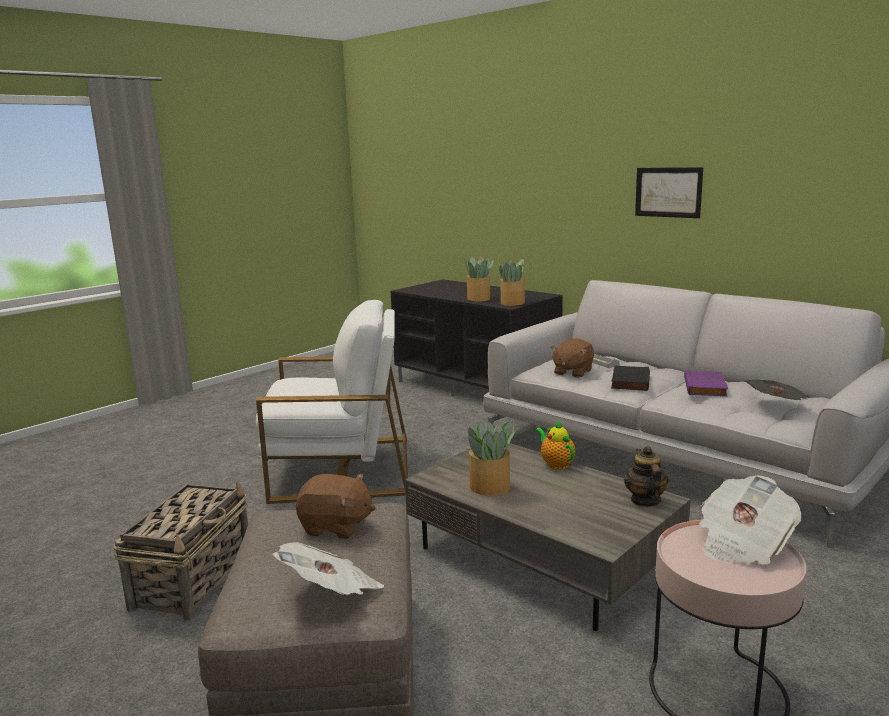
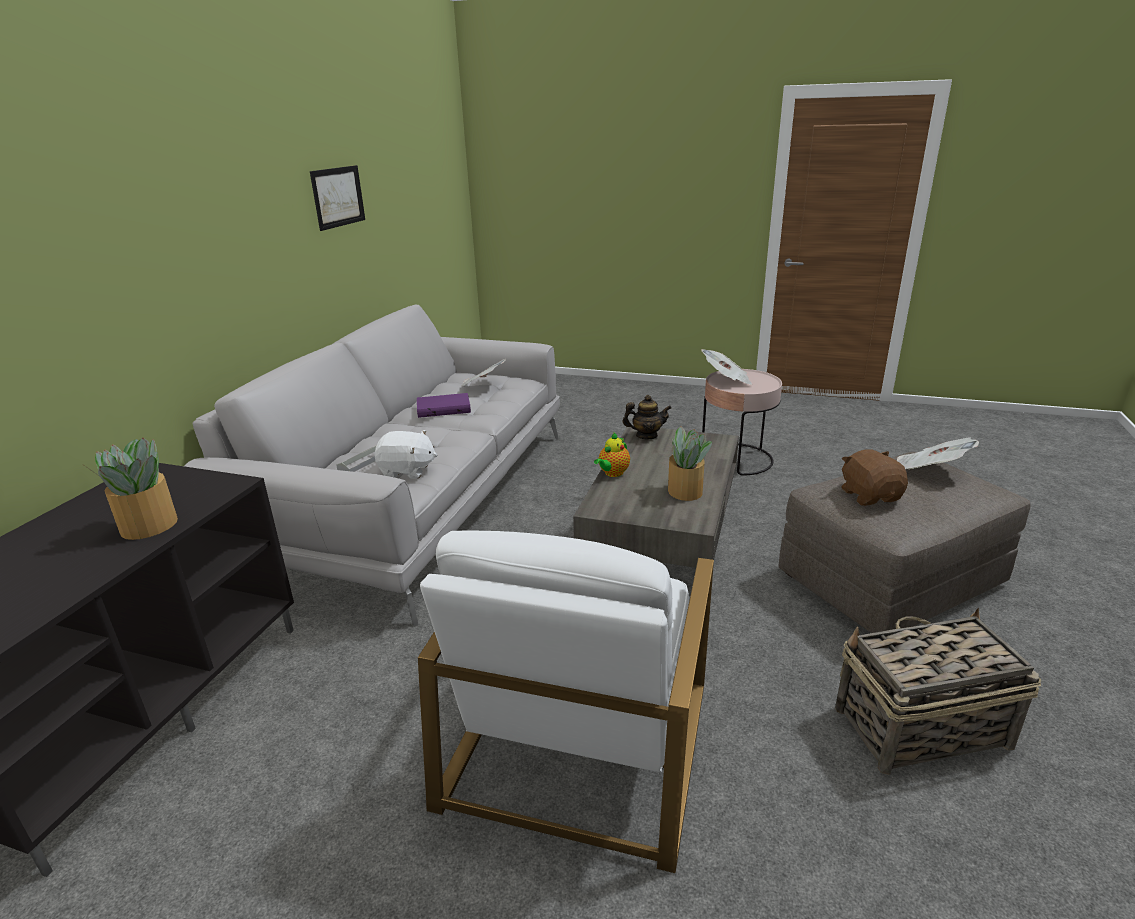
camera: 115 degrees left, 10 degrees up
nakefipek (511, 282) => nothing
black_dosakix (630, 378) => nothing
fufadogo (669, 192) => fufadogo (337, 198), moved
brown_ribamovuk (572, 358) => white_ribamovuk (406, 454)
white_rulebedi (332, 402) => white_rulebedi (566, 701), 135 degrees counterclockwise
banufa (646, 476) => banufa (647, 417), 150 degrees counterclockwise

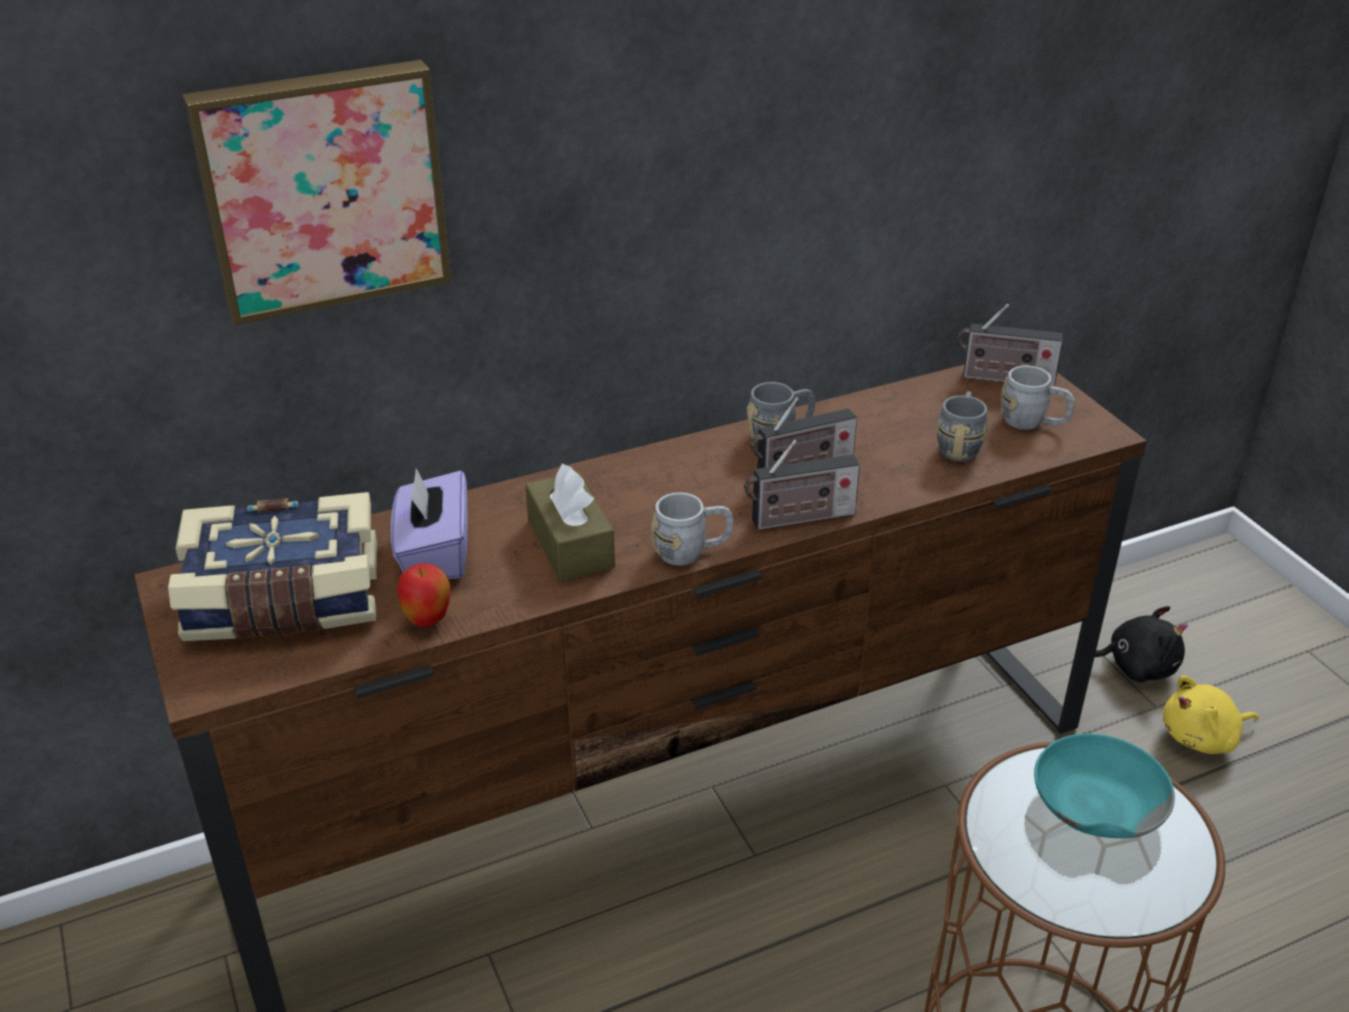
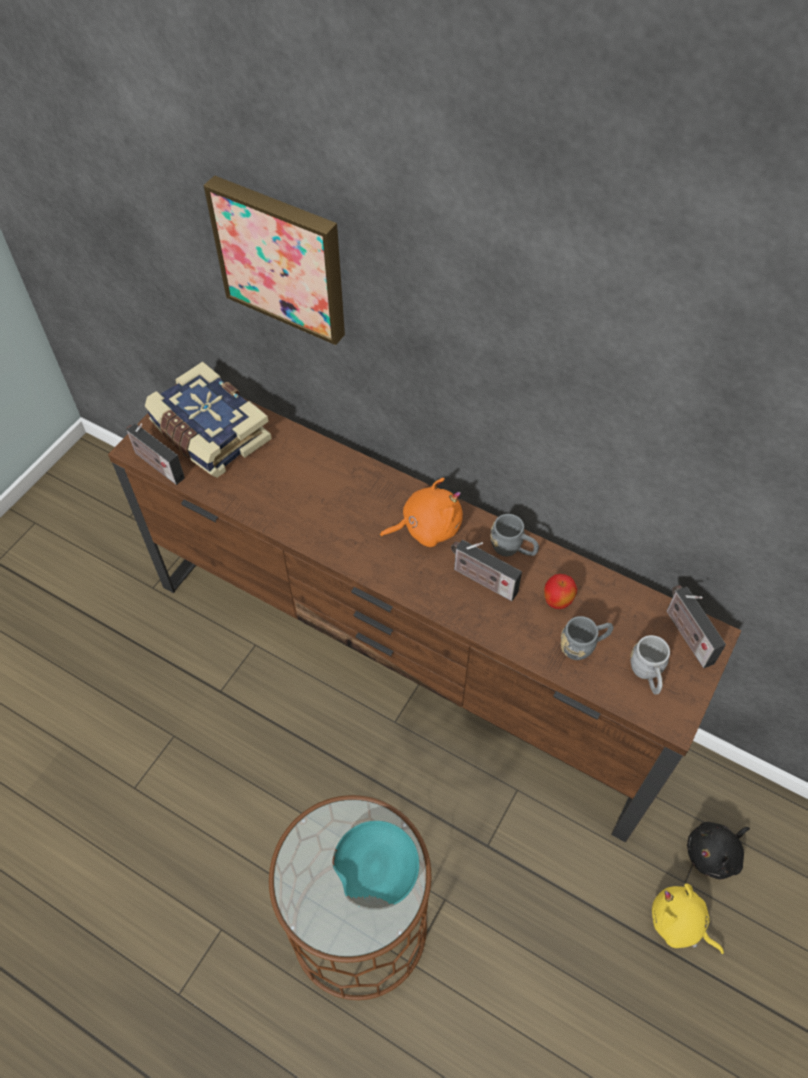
camera: 55 degrees right, 20 degrees up
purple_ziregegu (429, 523) => nothing
brown_ziregegu (570, 522) => nothing
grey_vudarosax (692, 529) => nothing
nothing => orange_ribamovuk (421, 512)
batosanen (423, 595) => batosanen (560, 591), moved
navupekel (802, 485) => navupekel (155, 454), moved
black_ribamovuk (1141, 644) => black_ribamovuk (718, 851), 90 degrees clockwise

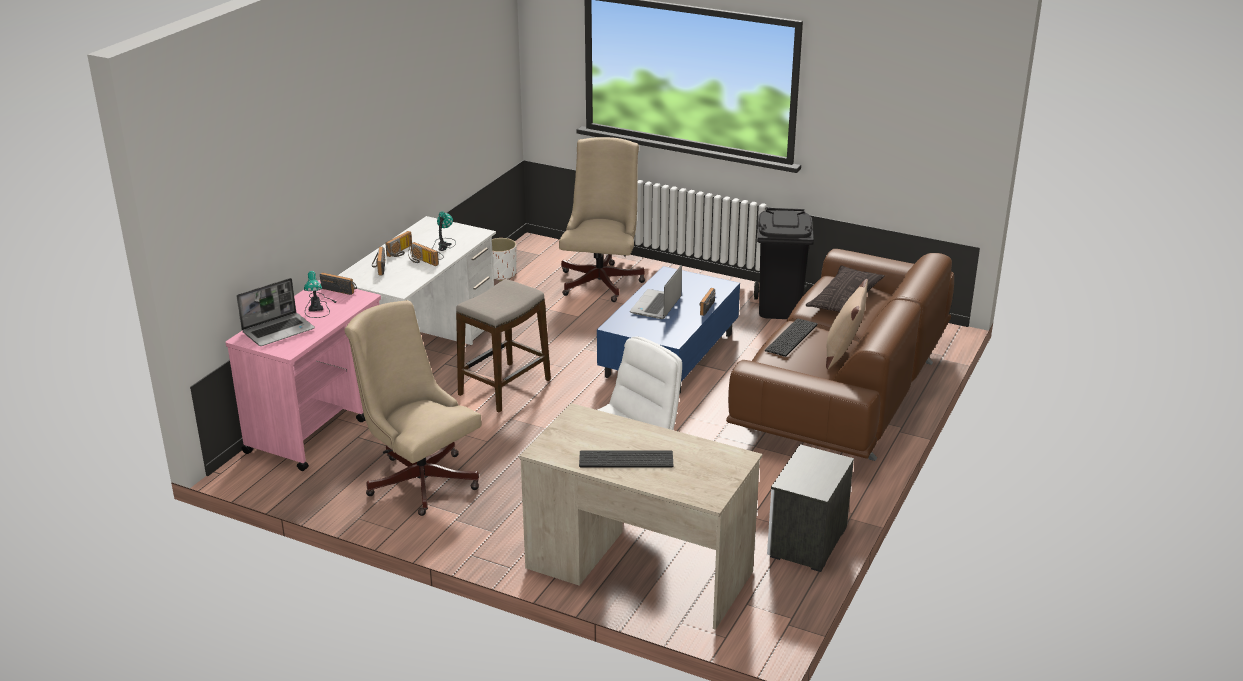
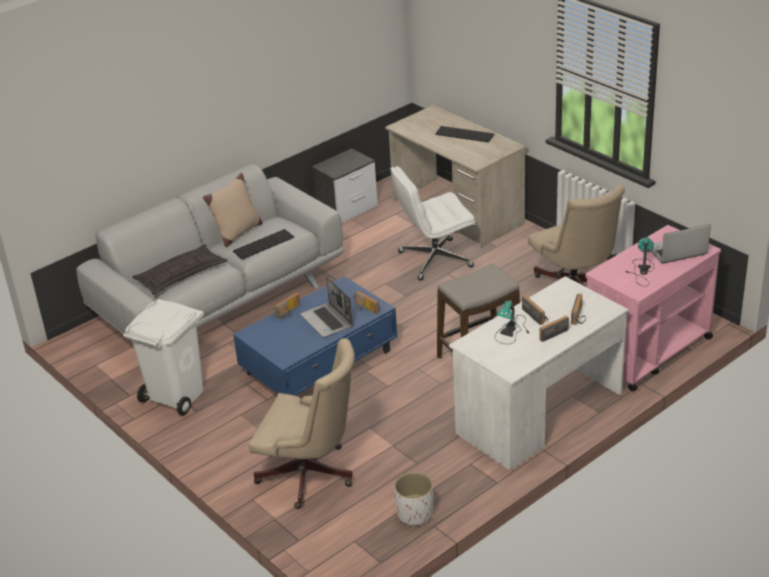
camera: 155 degrees left, 5 degrees up
navupekel (338, 283) => navupekel (365, 302), moved
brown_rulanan (840, 355) => grey_rulanan (210, 252)
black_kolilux (784, 263) => white_kolilux (163, 357)
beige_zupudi (602, 219) => beige_zupudi (301, 423), 105 degrees counterclockwise
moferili (656, 292) => moferili (326, 307), 105 degrees clockwise

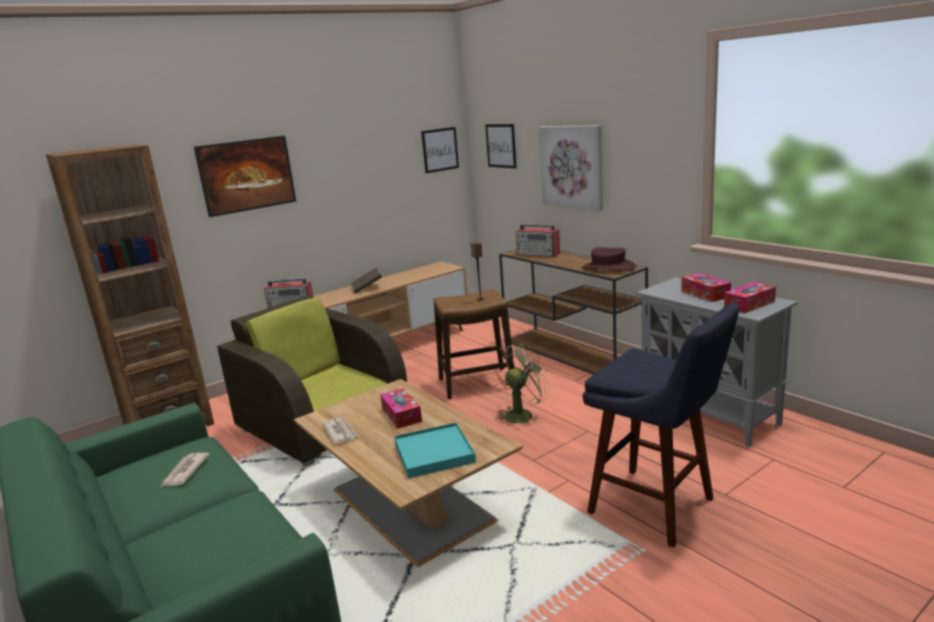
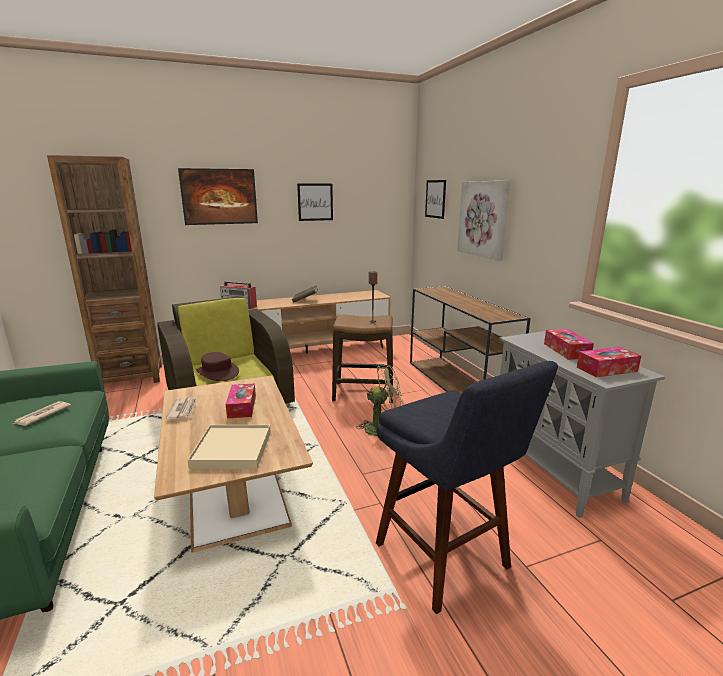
camera: 15 degrees right, 0 degrees up
navupekel (538, 240) => nothing
fufadogo (440, 150) => fufadogo (315, 202), moved
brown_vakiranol (609, 259) => brown_vakiranol (217, 366), moved
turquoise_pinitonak (435, 450) => beige_pinitonak (229, 447)

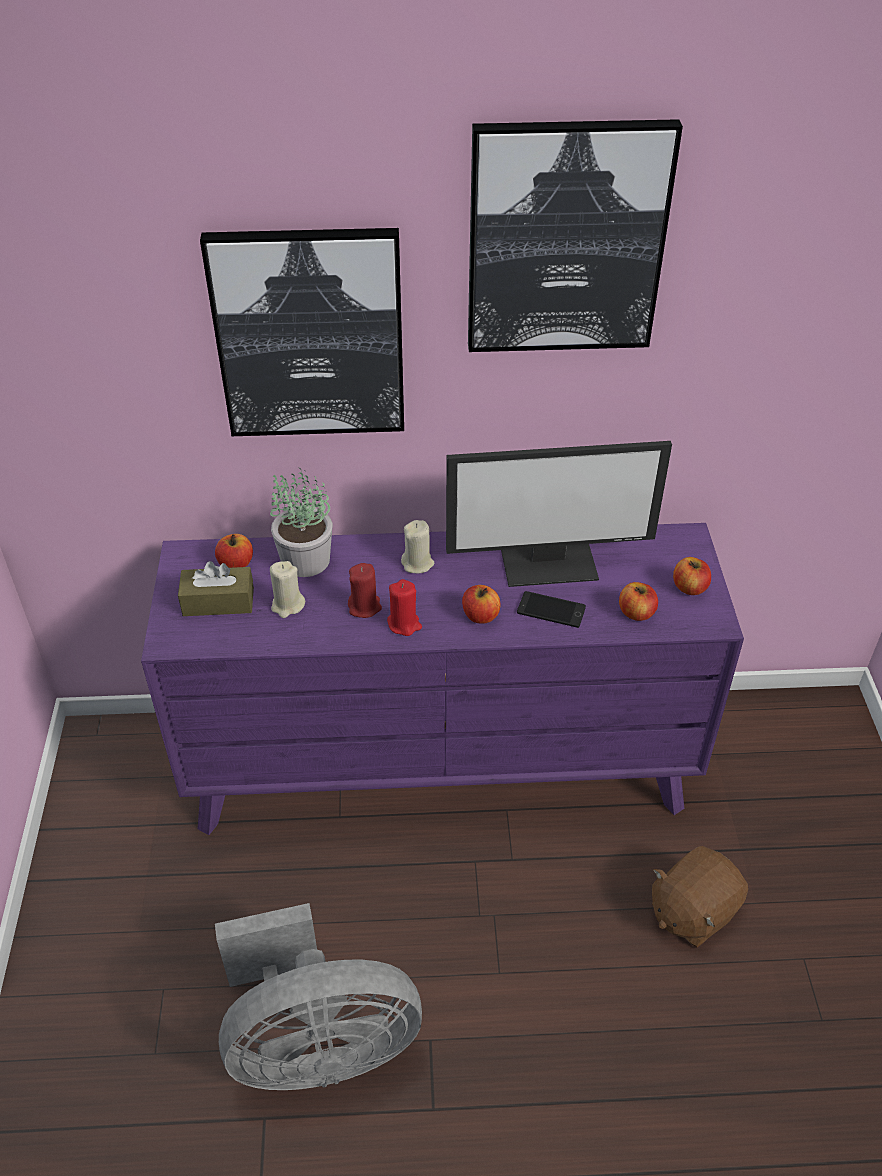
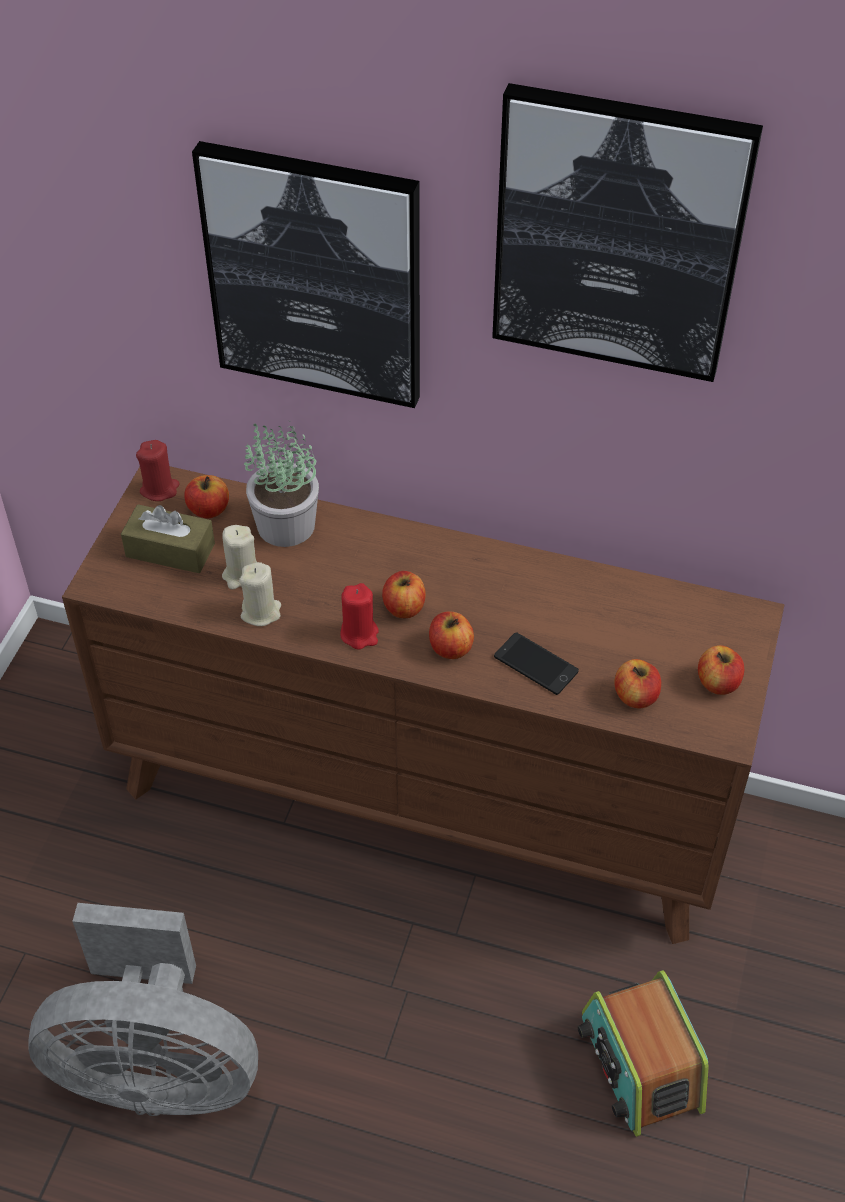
camera: 20 degrees right, 5 degrees up
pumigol (559, 514) => nothing
nothing => batosanen (404, 594)
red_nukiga (365, 590) => red_nukiga (157, 470), moved
beige_nukiga (417, 547) => beige_nukiga (260, 594), moved
brown_ribamovuk (700, 896) => navupekel (643, 1053)
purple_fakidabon (442, 679) => brown_fakidabon (423, 705)

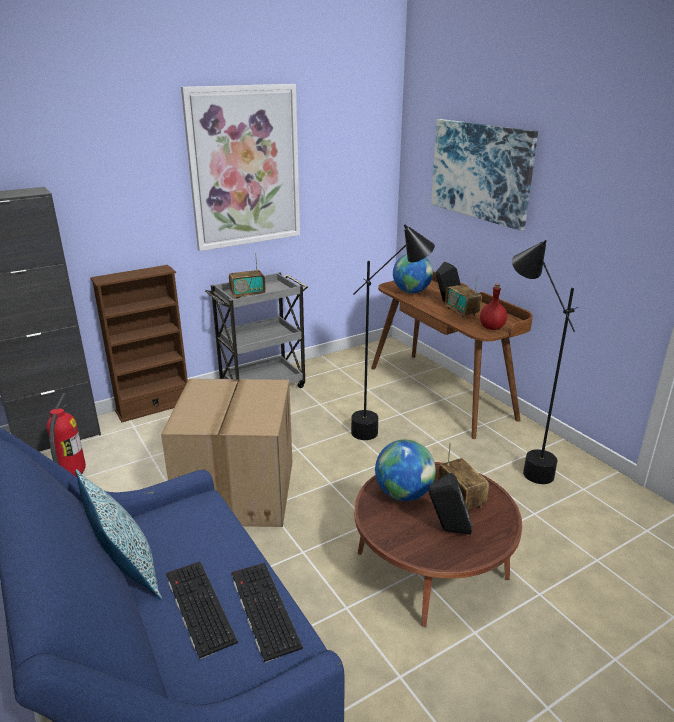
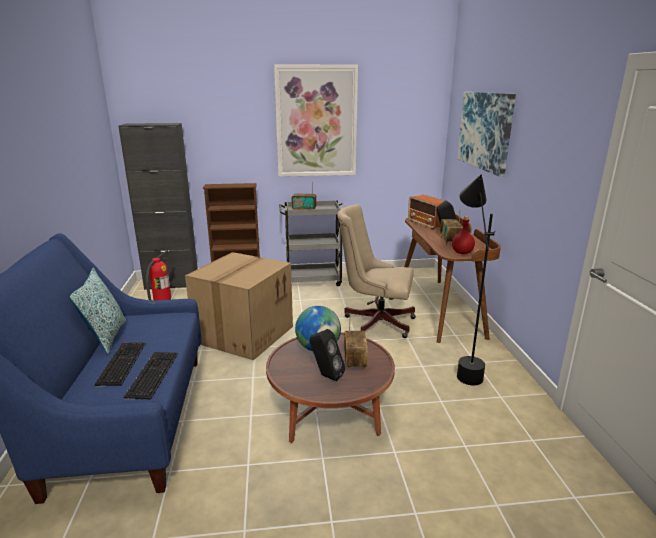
camera: 25 degrees right, 5 degrees down
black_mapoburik (393, 332) => beige_zupudi (376, 271)
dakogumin (413, 273) => navupekel (426, 212)

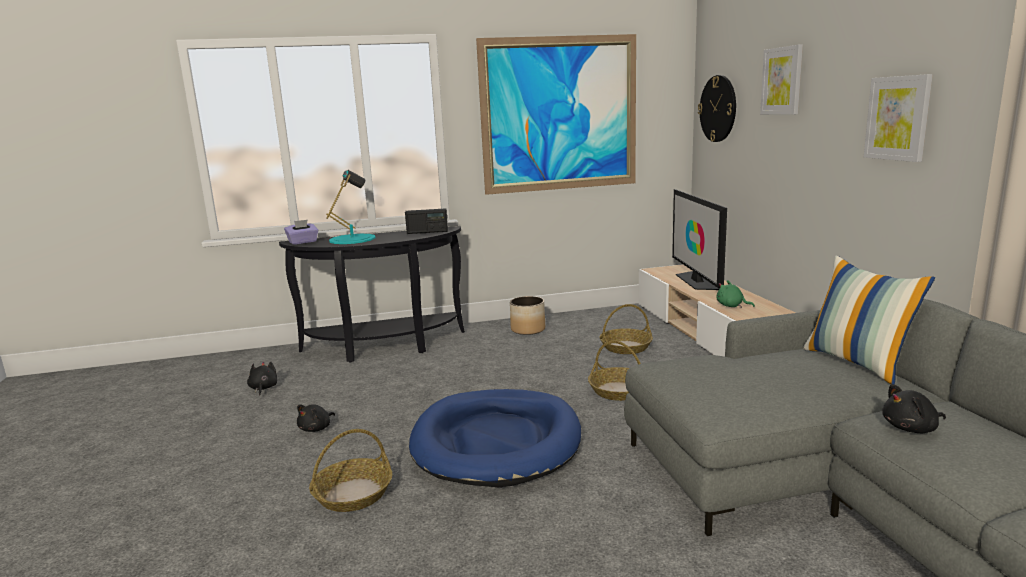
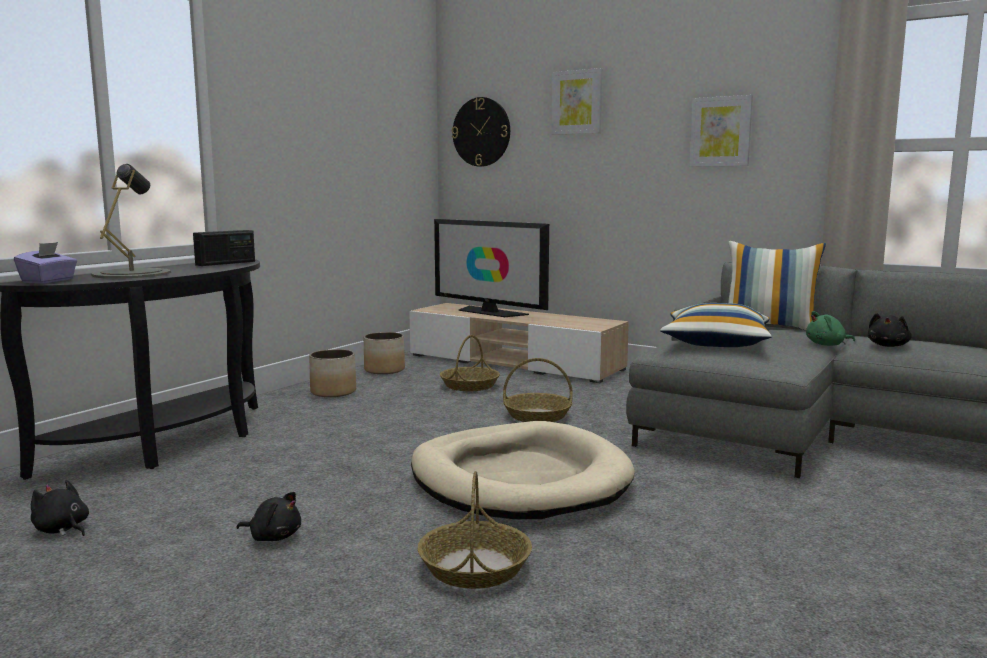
camera: 45 degrees left, 5 degrees down
fufadogo (556, 114) => nothing
nothing => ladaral (384, 353)
nothing => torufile (716, 325)
green_ribamovuk (735, 294) => green_ribamovuk (830, 328), moved
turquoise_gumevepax (351, 207) => grey_gumevepax (131, 221)
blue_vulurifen (495, 438) => beige_vulurifen (523, 470)
black_ribamovuk (316, 418) => black_ribamovuk (268, 516), 60 degrees counterclockwise

